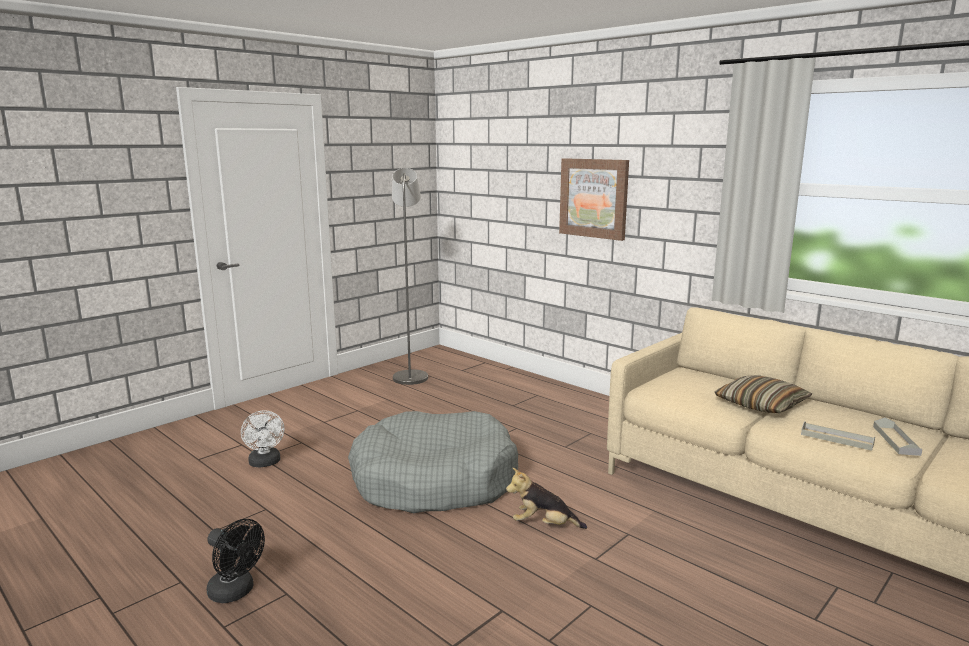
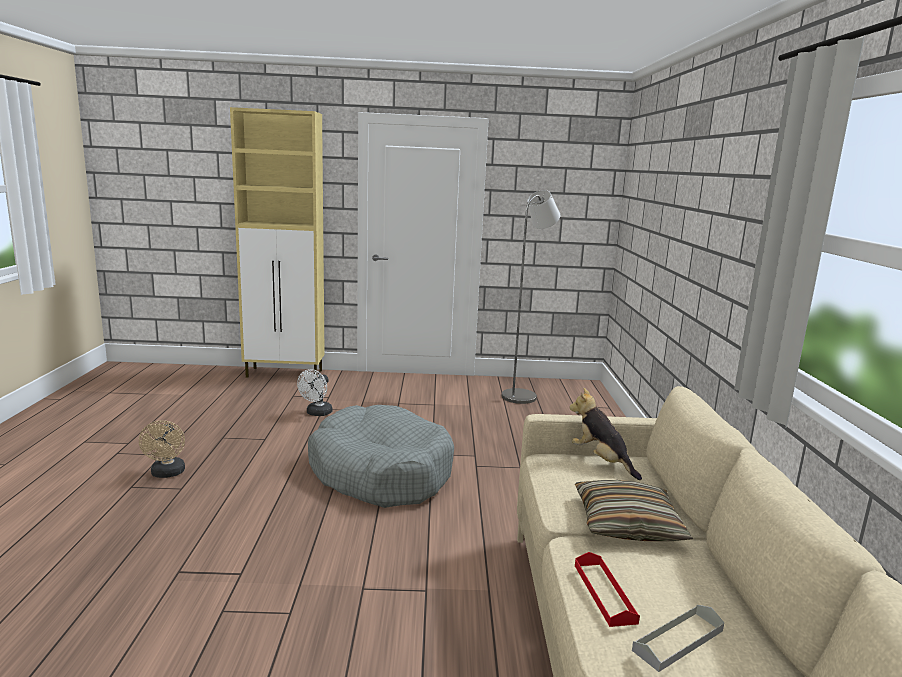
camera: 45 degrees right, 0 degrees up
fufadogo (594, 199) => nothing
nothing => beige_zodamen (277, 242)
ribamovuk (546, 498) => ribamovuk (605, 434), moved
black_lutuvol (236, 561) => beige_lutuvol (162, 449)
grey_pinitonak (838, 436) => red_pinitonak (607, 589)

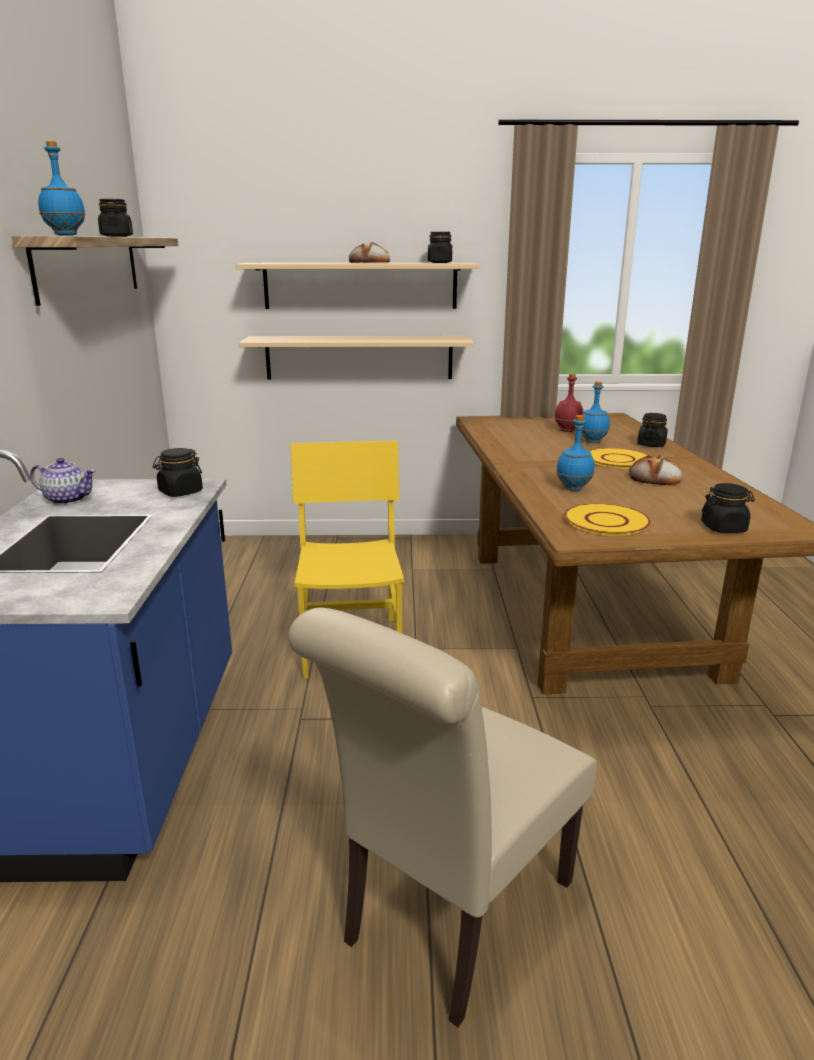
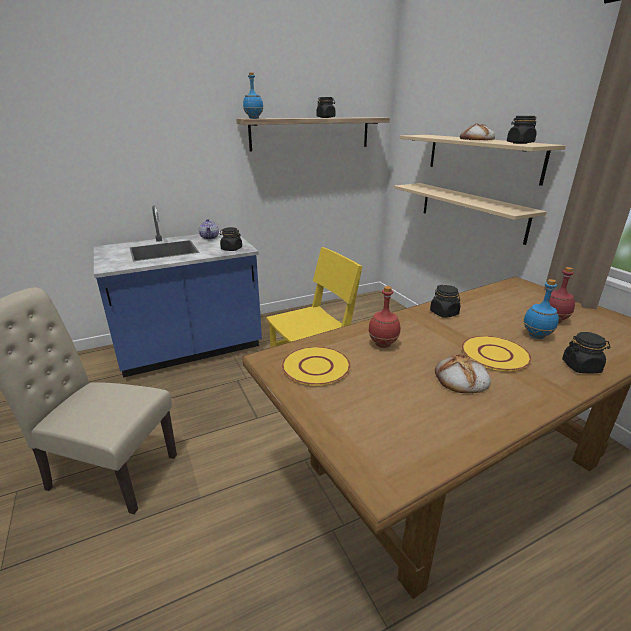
camera: 65 degrees right, 5 degrees up
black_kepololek (728, 508) => black_kepololek (445, 301), moved
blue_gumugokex (575, 453) => red_gumugokex (384, 317)

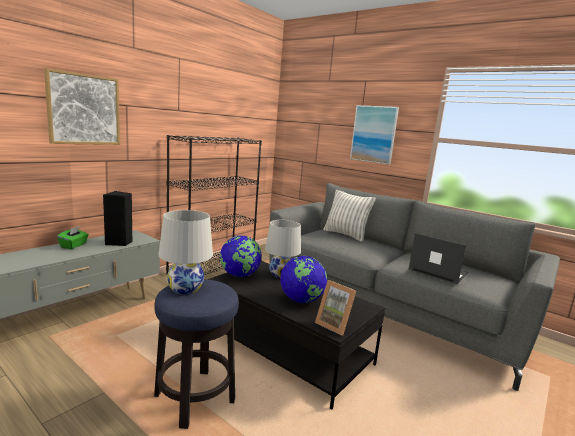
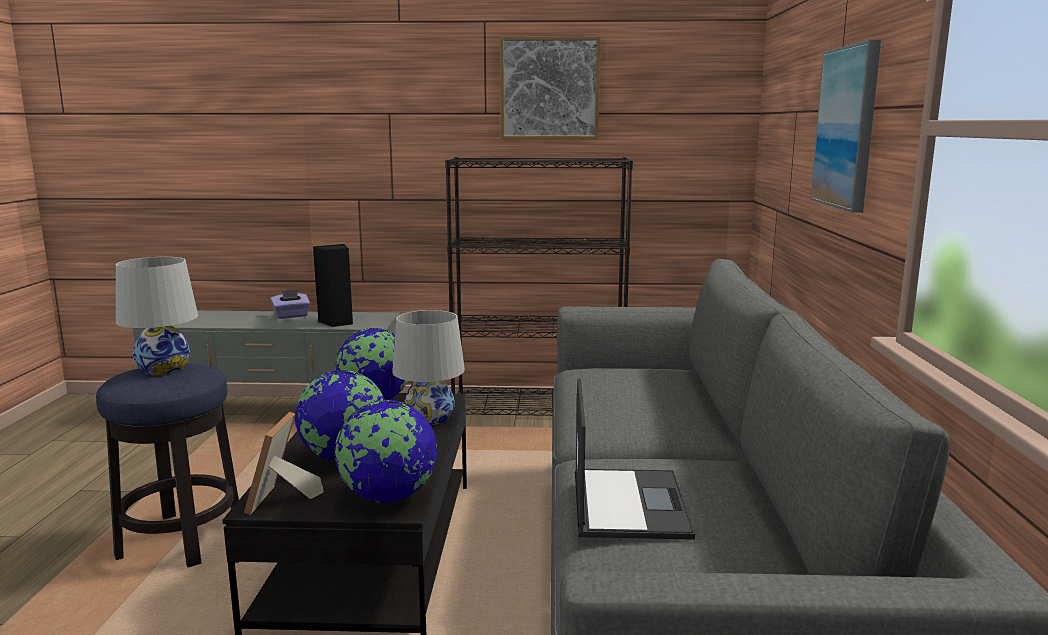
camera: 55 degrees right, 0 degrees up
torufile (350, 216) => nothing
nothing => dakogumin (385, 451)
fufadogo (82, 106) => fufadogo (550, 87), moved
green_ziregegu (73, 237) => purple_ziregegu (290, 304)

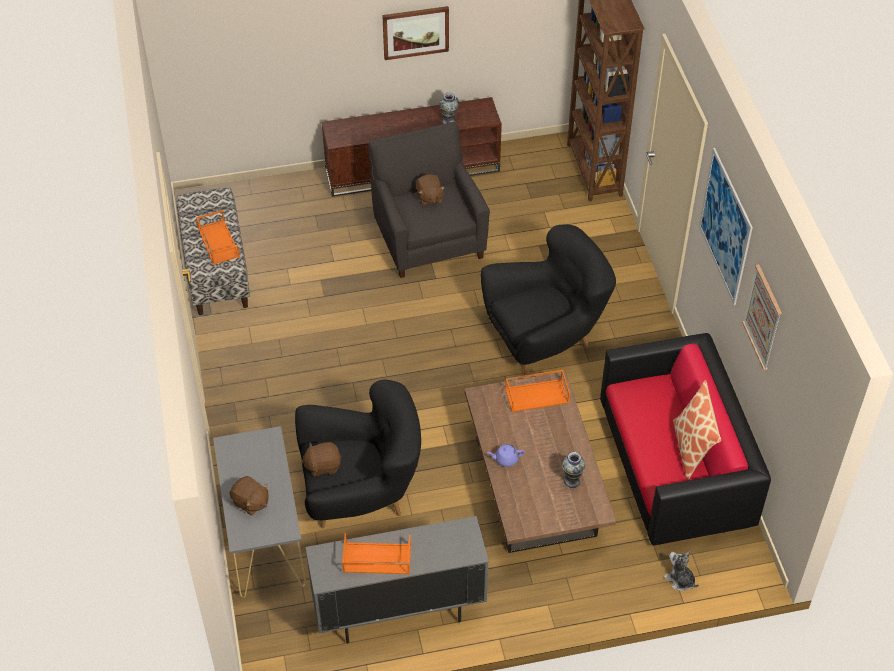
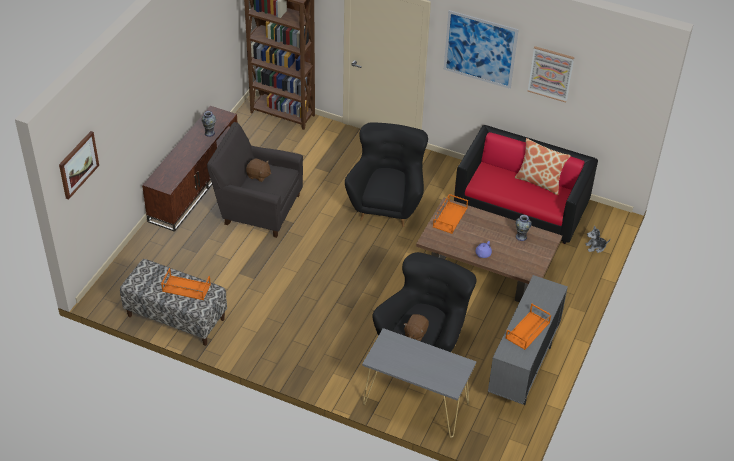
camera: 55 degrees left, 5 degrees down
brown_ribamovuk (248, 496) => nothing
fufadogo (415, 33) => fufadogo (79, 165), moved

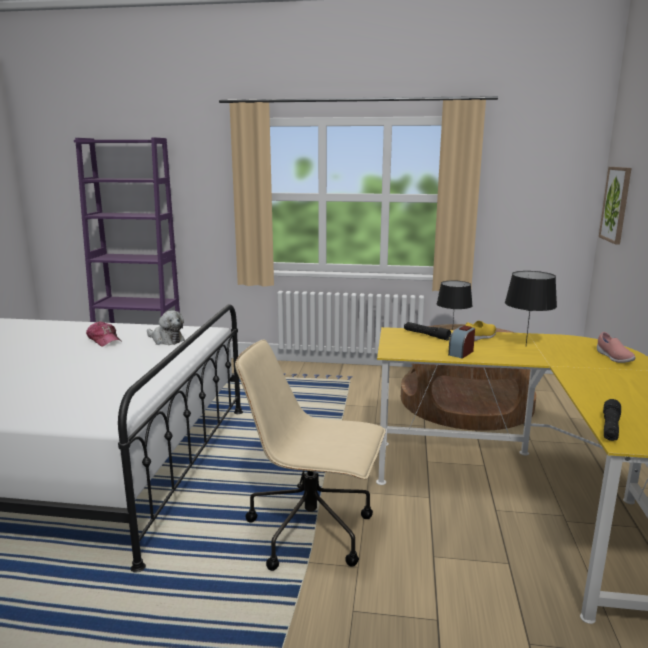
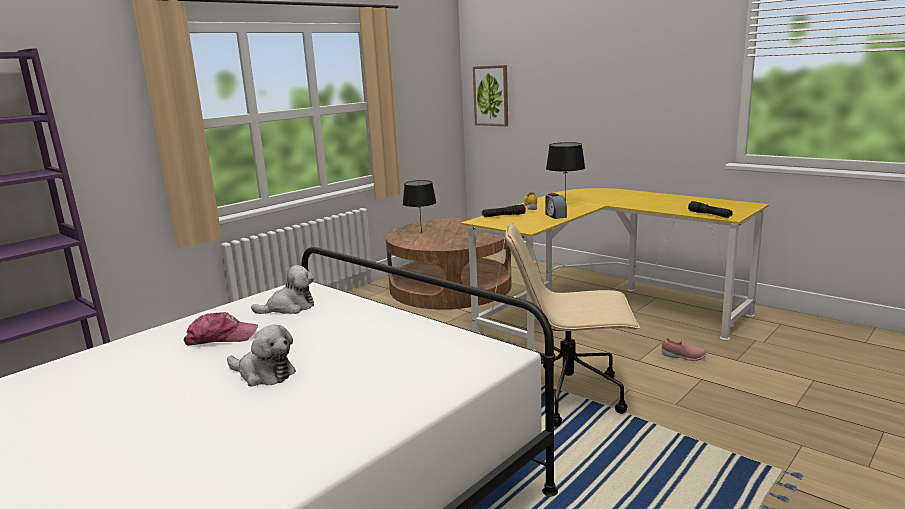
camera: 55 degrees left, 0 degrees up
nothing => ribamovuk (261, 355)
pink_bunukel (616, 347) => pink_bunukel (684, 349), moved
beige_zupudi (310, 455) => beige_zupudi (572, 325), 45 degrees clockwise

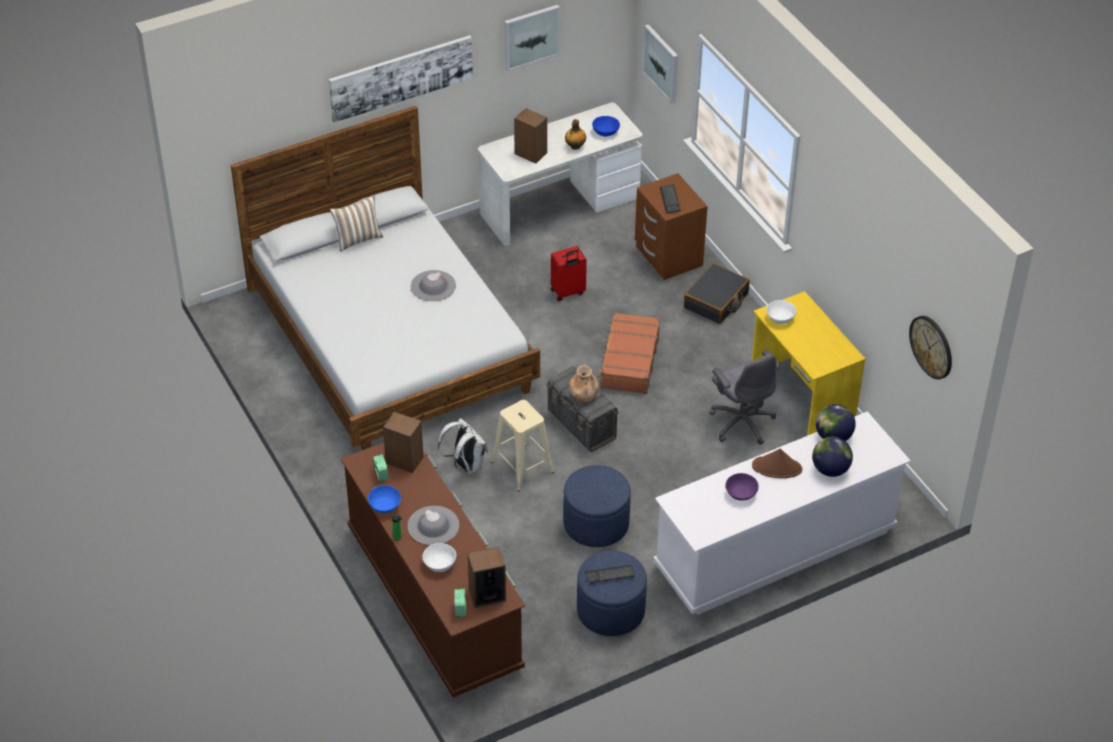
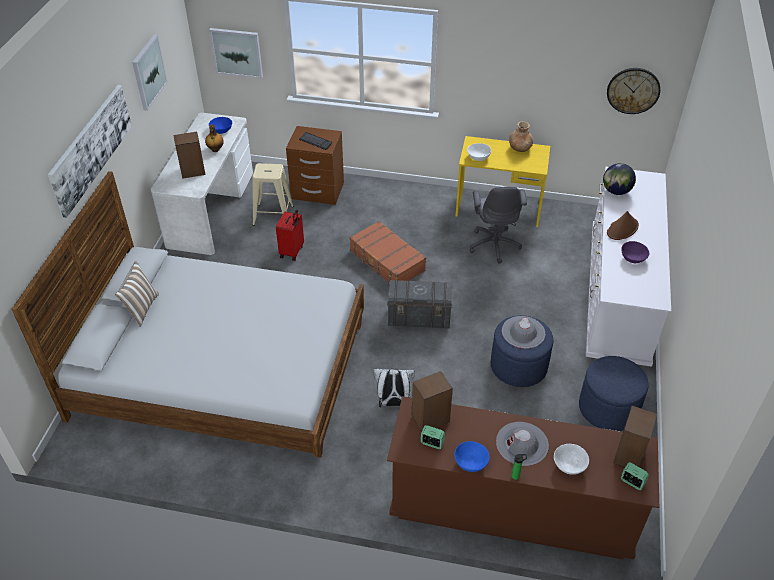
camera: 50 degrees left, 0 degrees up
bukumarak (610, 574) => nothing
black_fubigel (717, 293) => nothing
dakogumin (832, 457) => nothing
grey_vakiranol (433, 285) => grey_vakiranol (523, 332), moved
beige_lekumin (522, 445) => beige_lekumin (273, 194), moved
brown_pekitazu (584, 384) => brown_pekitazu (521, 137), moved
grey_zupudi (744, 397) => grey_zupudi (498, 225), 75 degrees clockwise

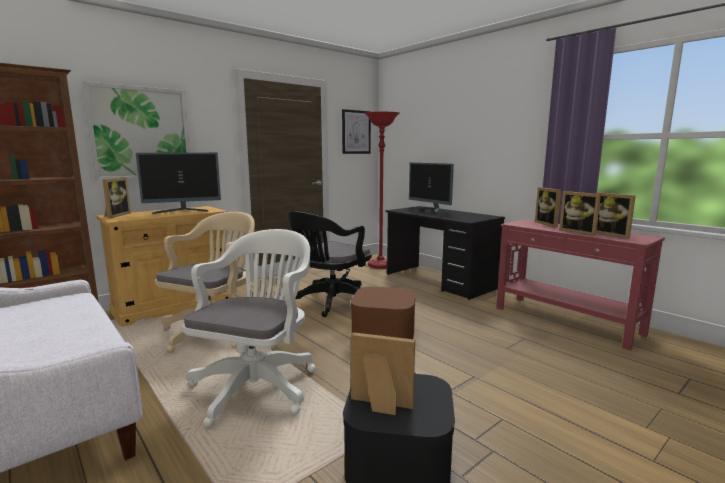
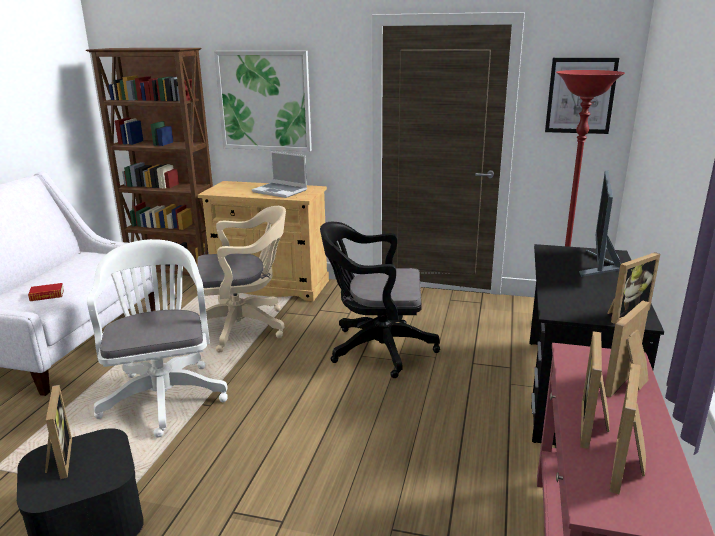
camera: 55 degrees right, 10 degrees up
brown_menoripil (383, 313) => nothing
nothing => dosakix (46, 292)
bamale (117, 197) => bamale (634, 288), moved
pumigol (178, 183) => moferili (279, 174)
white_zupudi (249, 328) => white_zupudi (157, 338), 90 degrees counterclockwise

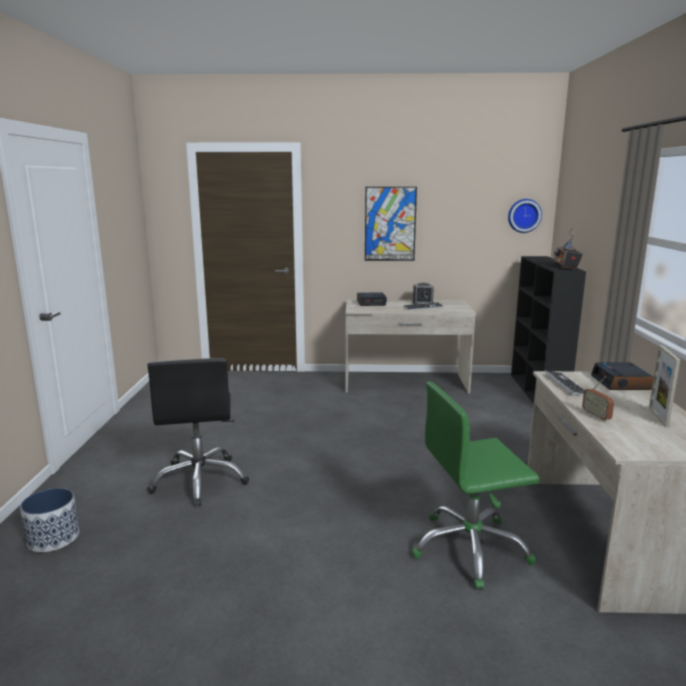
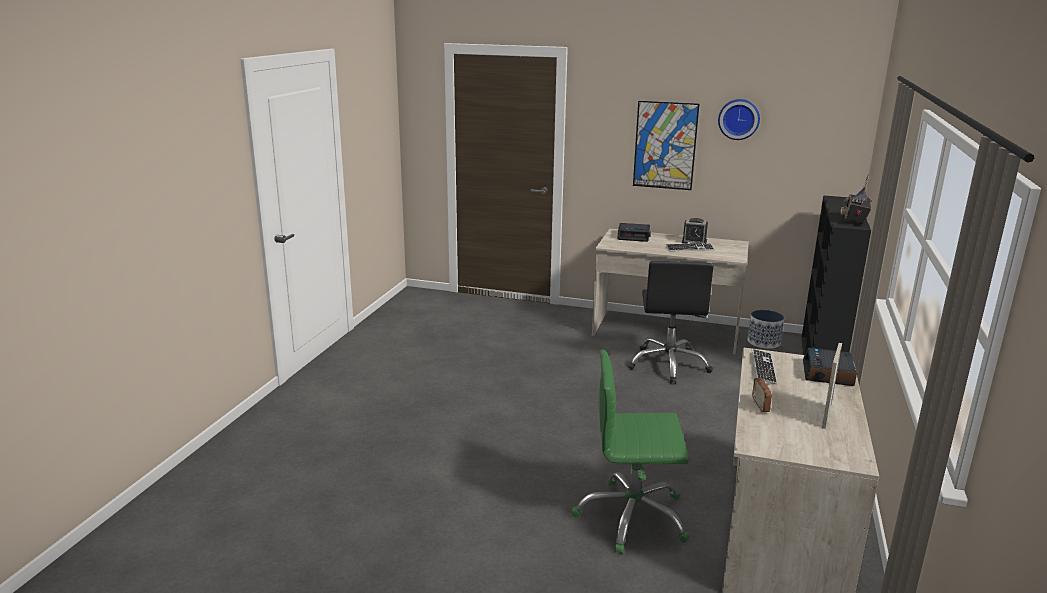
camera: 15 degrees right, 5 degrees up
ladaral (49, 520) => ladaral (766, 329), moved
black_zupudi (198, 432) => black_zupudi (671, 322), moved
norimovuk (525, 216) => norimovuk (739, 119), moved

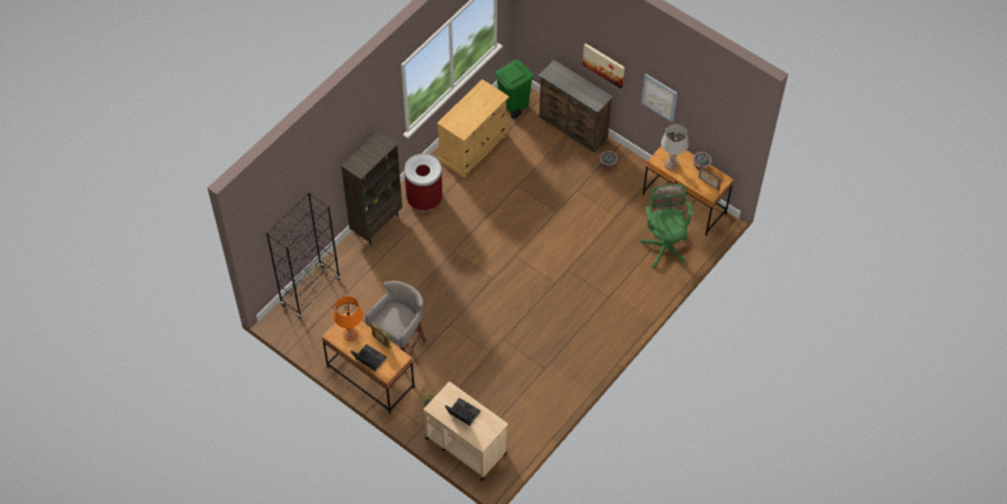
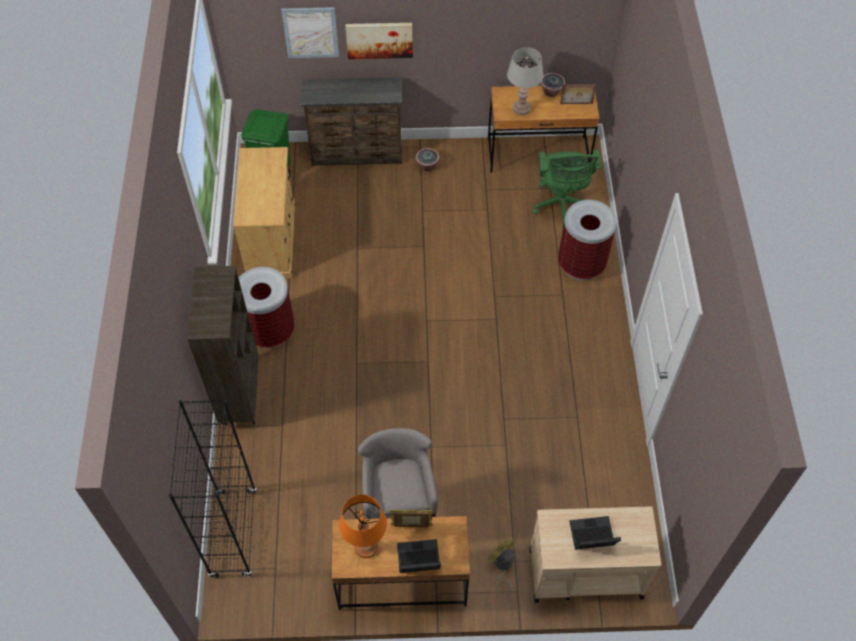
camera: 40 degrees left, 0 degrees up
nothing => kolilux (587, 240)
fufadogo (659, 98) => fufadogo (310, 32), moved
green_zupudi (667, 226) => green_zupudi (567, 189), 135 degrees counterclockwise

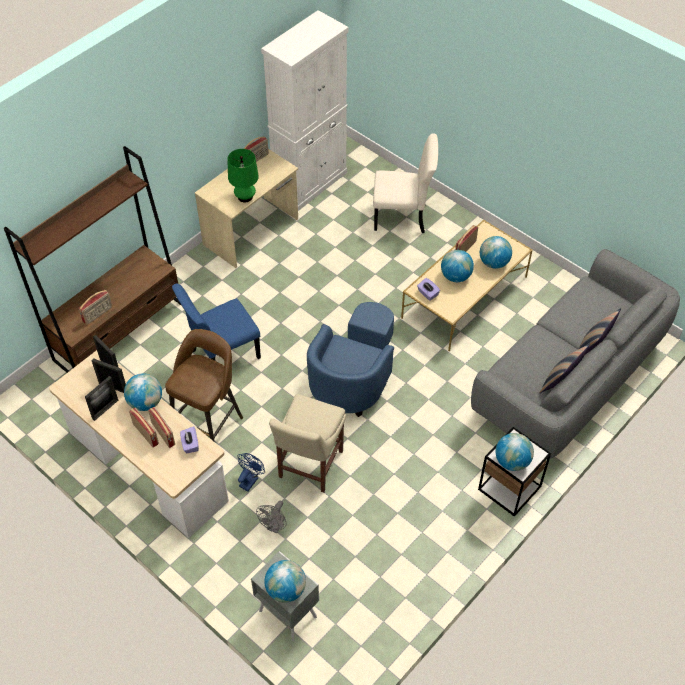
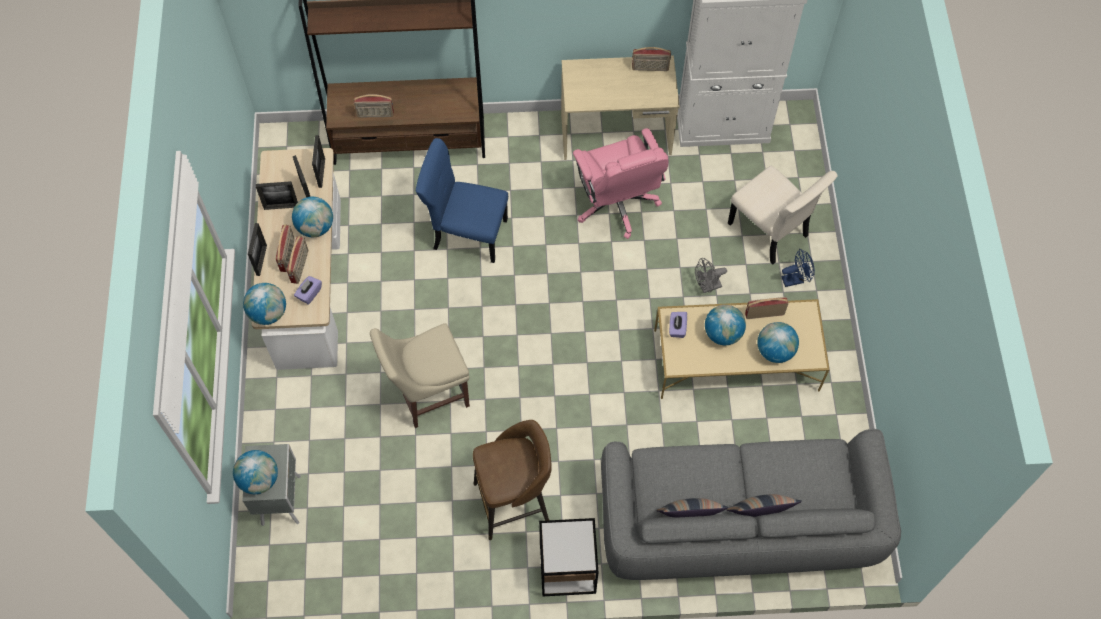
camera: 45 degrees right, 10 degrees up
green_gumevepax (243, 175) => nothing
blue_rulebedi (350, 359) => nothing
nothing => bamale (257, 249)
nothing => pink_zupudi (621, 183)
brown_lekumin (204, 385) => brown_lekumin (512, 480), moved
blue_lutuvol (251, 472) => blue_lutuvol (798, 268), moved
grey_lutuvol (271, 517) => grey_lutuvol (711, 275), moved
dakogumin (515, 452) => dakogumin (264, 304), moved

